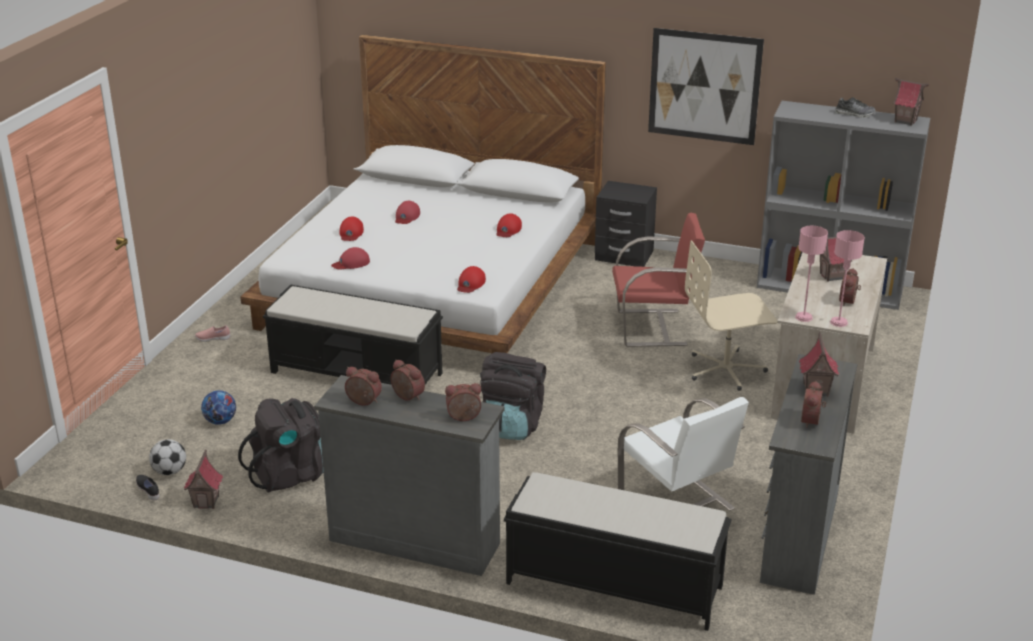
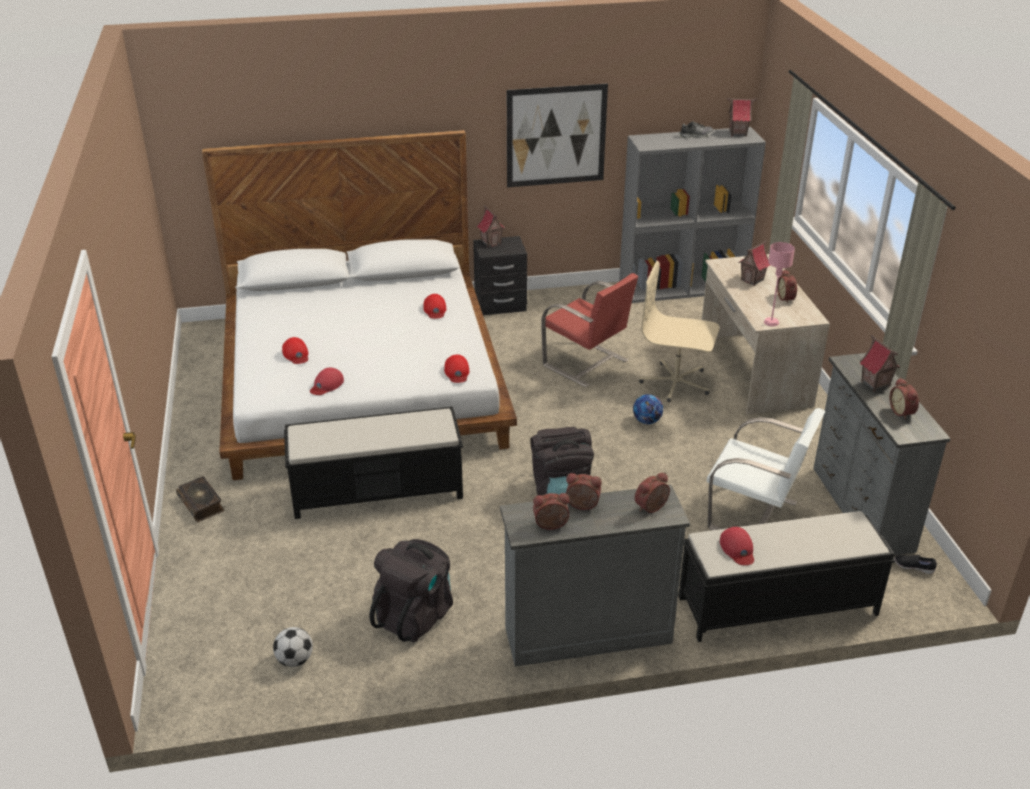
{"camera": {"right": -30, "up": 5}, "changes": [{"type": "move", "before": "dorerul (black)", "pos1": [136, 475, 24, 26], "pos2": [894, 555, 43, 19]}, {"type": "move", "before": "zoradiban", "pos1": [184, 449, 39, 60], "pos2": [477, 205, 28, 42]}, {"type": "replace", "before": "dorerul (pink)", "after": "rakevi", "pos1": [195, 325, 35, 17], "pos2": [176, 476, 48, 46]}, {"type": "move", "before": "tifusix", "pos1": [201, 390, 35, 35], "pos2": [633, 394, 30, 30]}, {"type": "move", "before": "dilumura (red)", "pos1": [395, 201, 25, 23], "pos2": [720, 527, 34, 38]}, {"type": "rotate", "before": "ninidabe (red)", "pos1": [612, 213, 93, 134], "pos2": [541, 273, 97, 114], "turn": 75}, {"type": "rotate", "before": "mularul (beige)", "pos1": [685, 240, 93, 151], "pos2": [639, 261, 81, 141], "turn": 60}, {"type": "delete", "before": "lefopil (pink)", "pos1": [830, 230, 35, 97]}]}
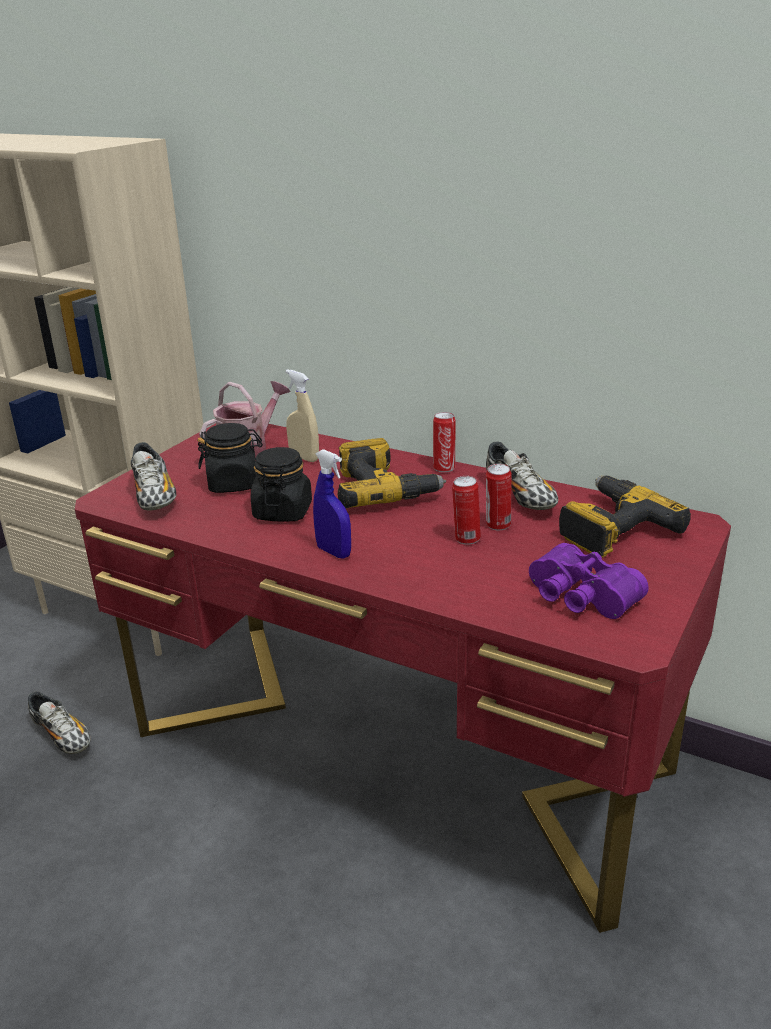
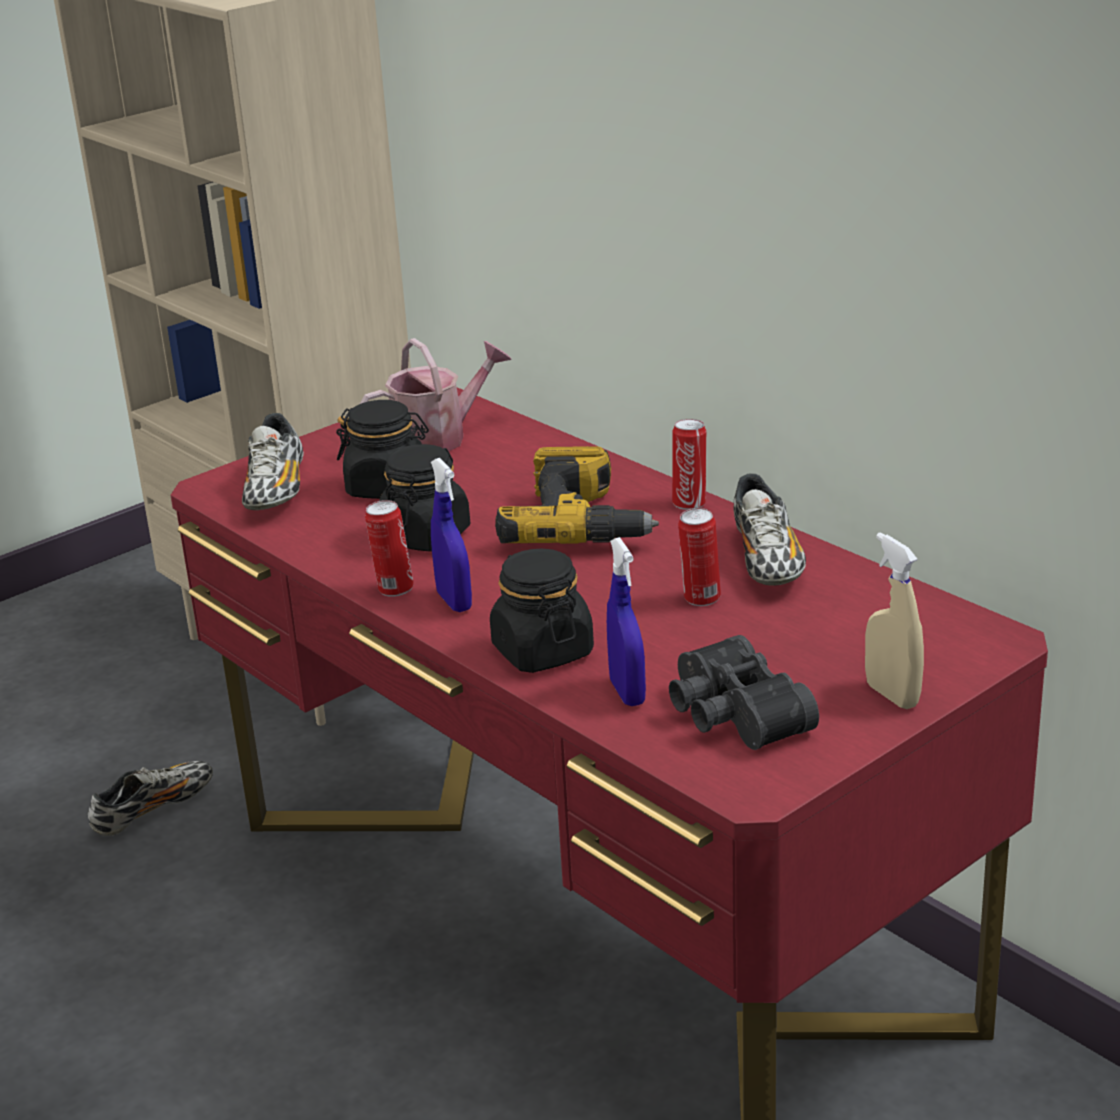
{"camera": {"right": 20, "up": 0}, "changes": [{"type": "rotate", "before": "dorerul", "pos1": [28, 691, 63, 63], "pos2": [88, 761, 125, 75], "turn": -105}, {"type": "move", "before": "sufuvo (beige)", "pos1": [286, 369, 33, 93], "pos2": [865, 532, 59, 177]}, {"type": "move", "before": "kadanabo", "pos1": [452, 476, 29, 69], "pos2": [365, 500, 49, 97]}, {"type": "recolor", "before": "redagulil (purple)", "after": "redagulil (black)", "pos1": [529, 543, 120, 76], "pos2": [669, 635, 150, 115]}, {"type": "delete", "before": "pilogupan", "pos1": [559, 476, 132, 82]}, {"type": "insert", "after": "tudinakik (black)", "pos2": [490, 549, 104, 124]}, {"type": "insert", "after": "sufuvo (blue)", "pos2": [607, 537, 39, 169]}]}
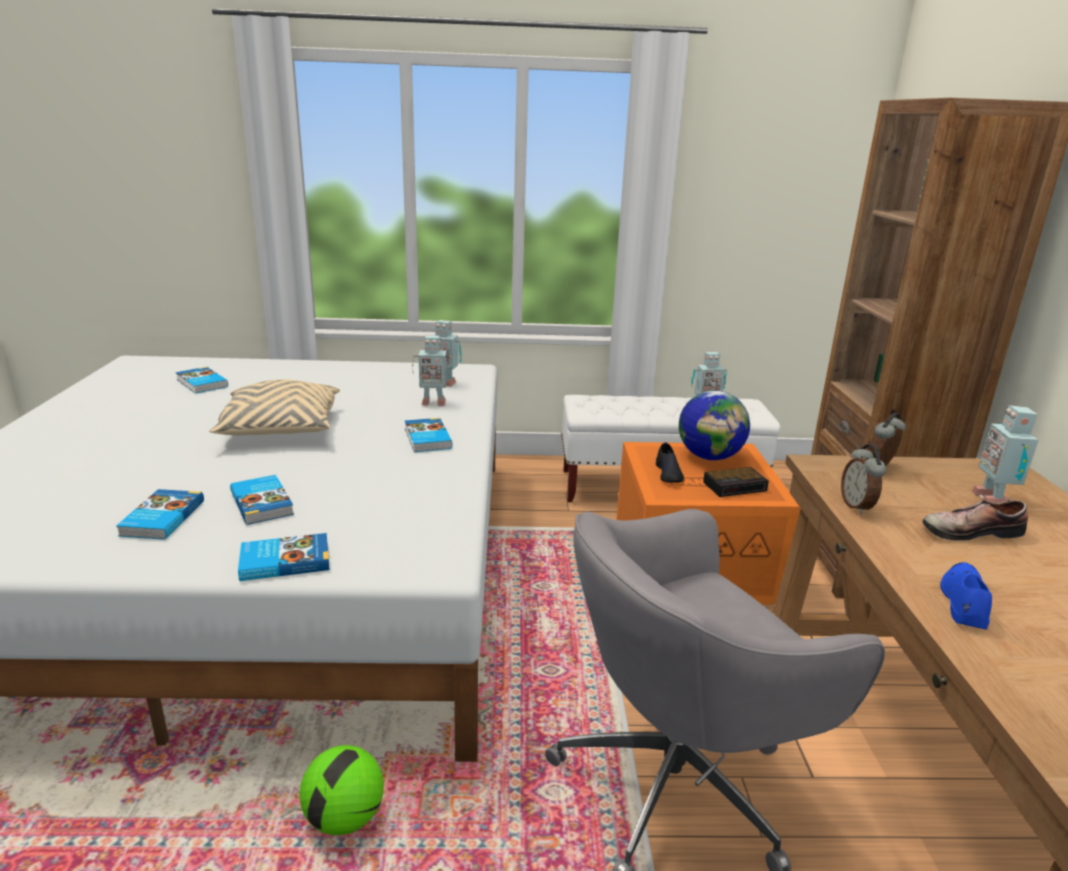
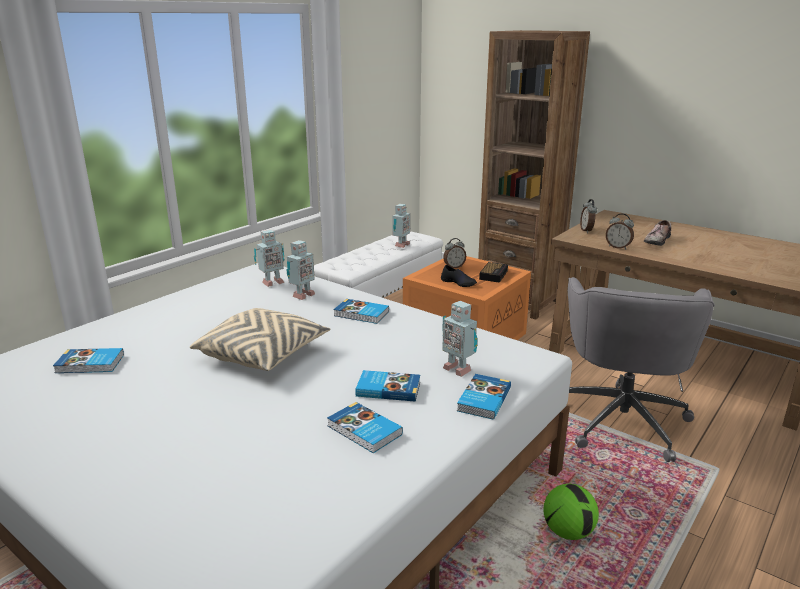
{"camera": {"right": -50, "up": 0}, "changes": [{"type": "replace", "before": "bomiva", "after": "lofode", "pos1": [679, 391, 71, 69], "pos2": [443, 238, 23, 30]}, {"type": "delete", "before": "dorerul (blue)", "pos1": [940, 562, 52, 68]}, {"type": "move", "before": "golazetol", "pos1": [972, 405, 66, 98], "pos2": [442, 301, 35, 76]}]}
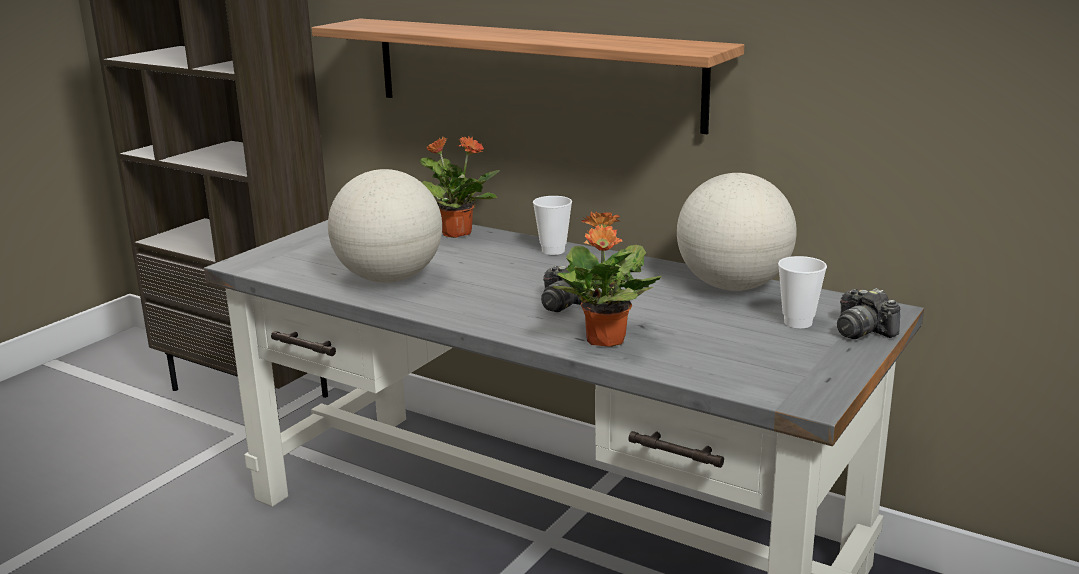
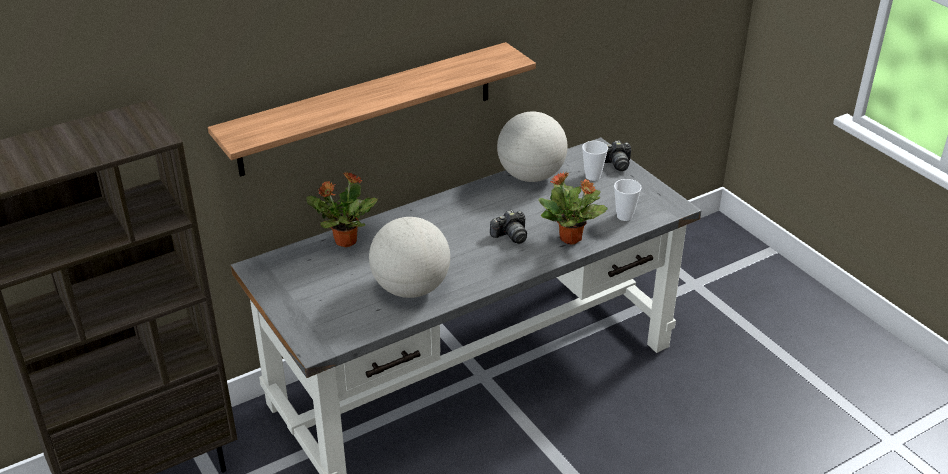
{"camera": {"right": -65, "up": 15}, "changes": [{"type": "move", "before": "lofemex", "pos1": [533, 196, 39, 59], "pos2": [614, 179, 28, 42]}]}
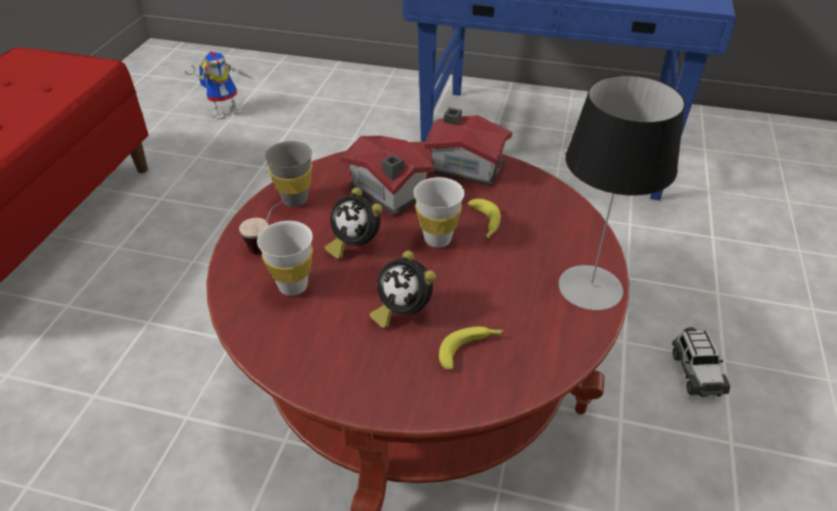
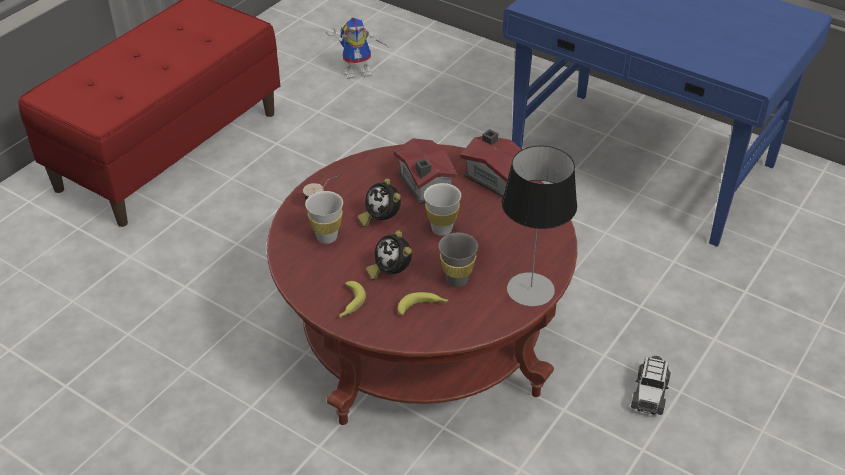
{"camera": {"right": 20, "up": 0}, "changes": [{"type": "move", "before": "lofemex (grey)", "pos1": [264, 141, 48, 66], "pos2": [439, 233, 39, 54]}, {"type": "move", "before": "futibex", "pos1": [468, 199, 33, 39], "pos2": [339, 281, 27, 37]}]}
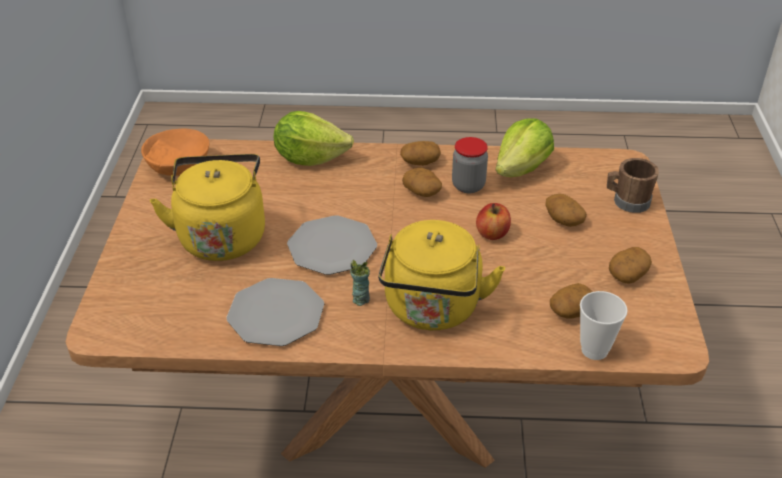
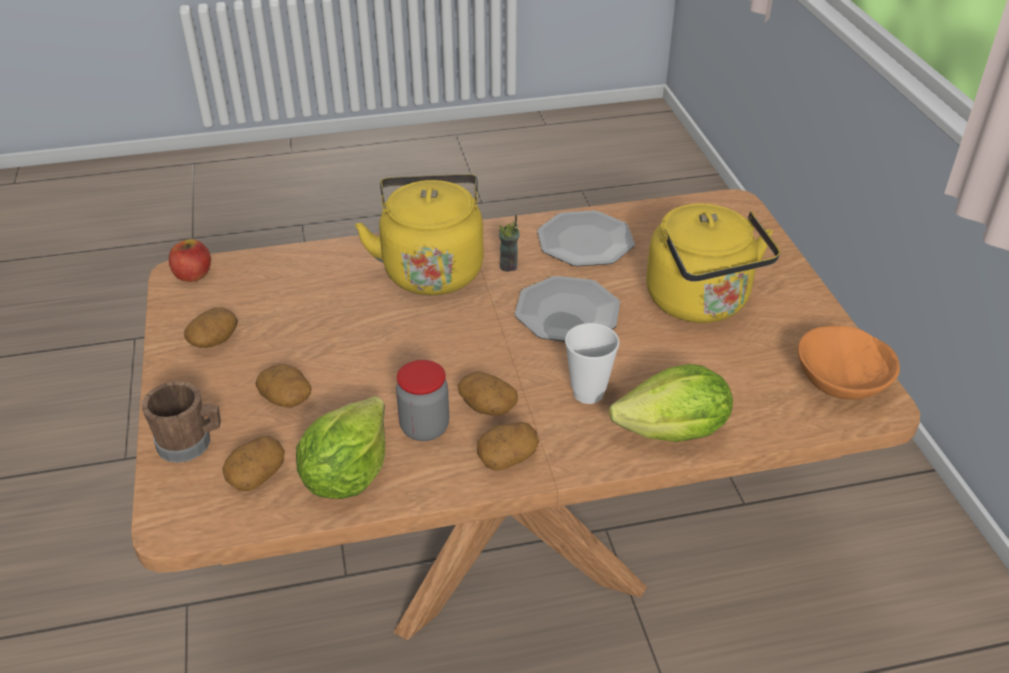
{"camera": {"right": 165, "up": 0}, "changes": [{"type": "move", "before": "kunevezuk", "pos1": [476, 203, 35, 37], "pos2": [169, 239, 42, 43]}, {"type": "move", "before": "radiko", "pos1": [550, 283, 42, 35], "pos2": [222, 436, 63, 55]}, {"type": "move", "before": "lofemex", "pos1": [580, 291, 48, 69], "pos2": [565, 323, 54, 81]}]}
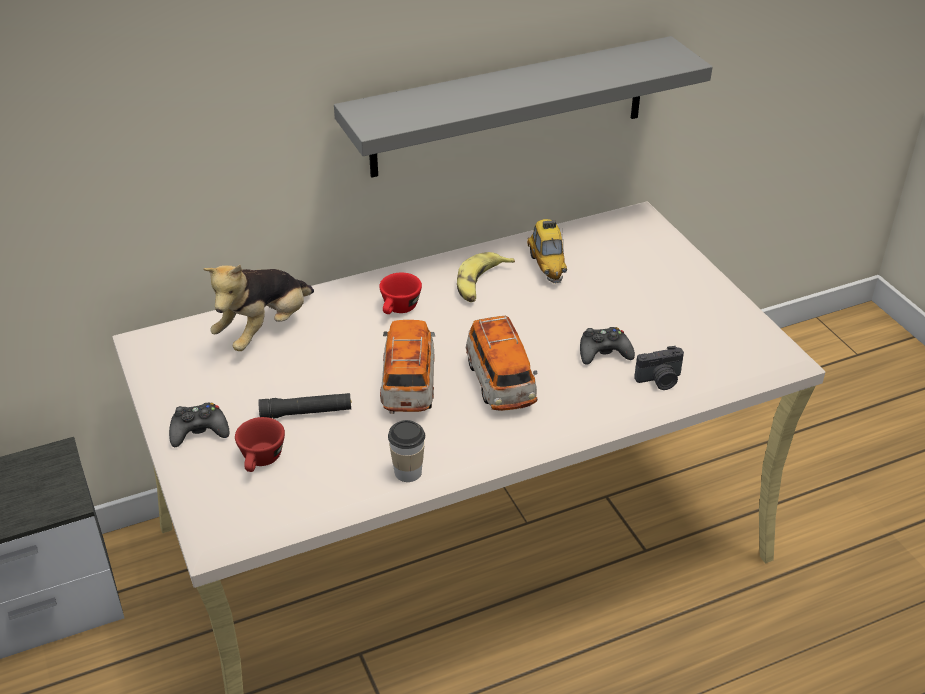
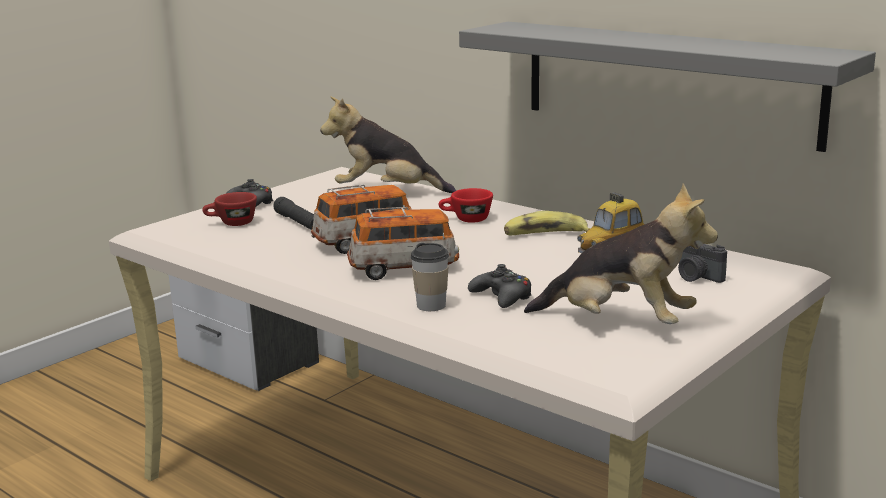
{"camera": {"right": 65, "up": -20}, "changes": [{"type": "move", "before": "lofemex", "pos1": [388, 420, 37, 62], "pos2": [410, 243, 39, 68]}, {"type": "rotate", "before": "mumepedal", "pos1": [466, 315, 72, 96], "pos2": [347, 207, 112, 73], "turn": -150}, {"type": "move", "before": "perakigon", "pos1": [634, 346, 50, 44], "pos2": [678, 244, 49, 39]}, {"type": "insert", "after": "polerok", "pos2": [524, 184, 194, 140]}]}
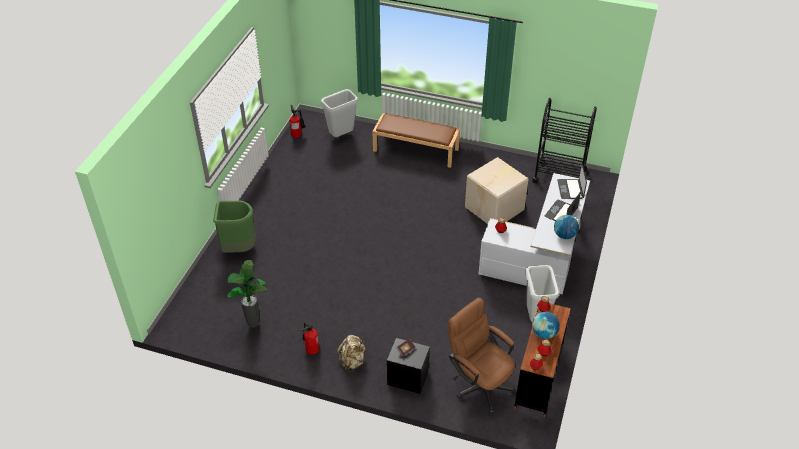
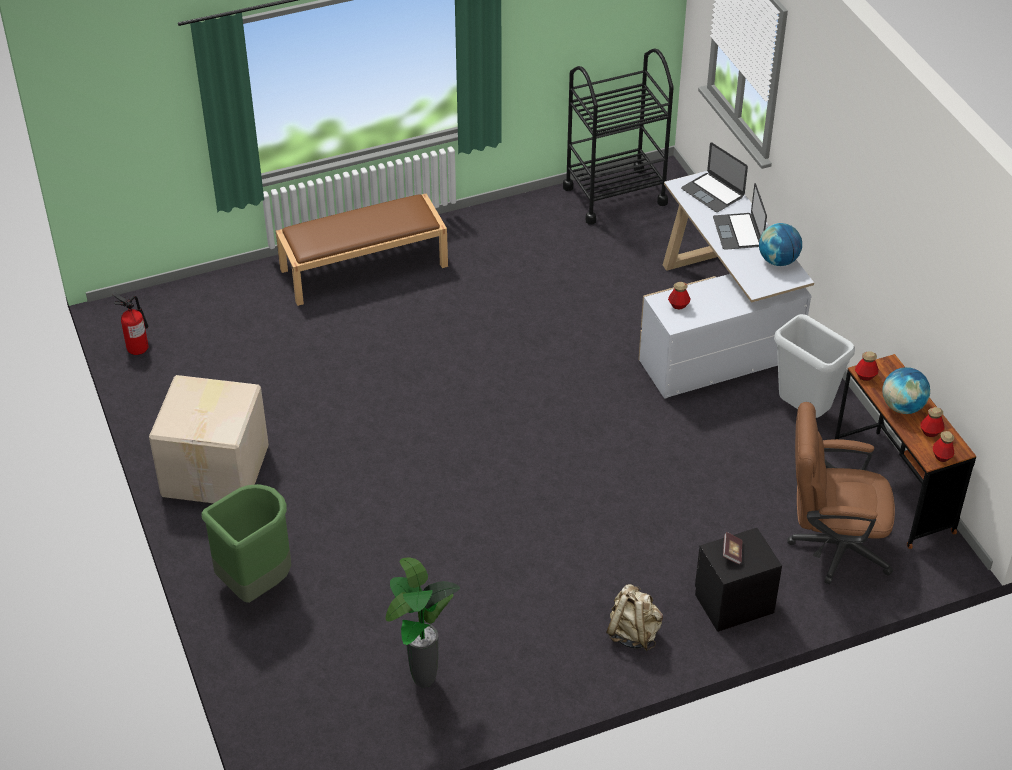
{"camera": {"right": -40, "up": 0}, "changes": [{"type": "delete", "before": "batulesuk", "pos1": [300, 323, 19, 32]}, {"type": "delete", "before": "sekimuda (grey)", "pos1": [321, 89, 37, 48]}, {"type": "move", "before": "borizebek", "pos1": [465, 157, 64, 67], "pos2": [149, 375, 120, 128]}]}
